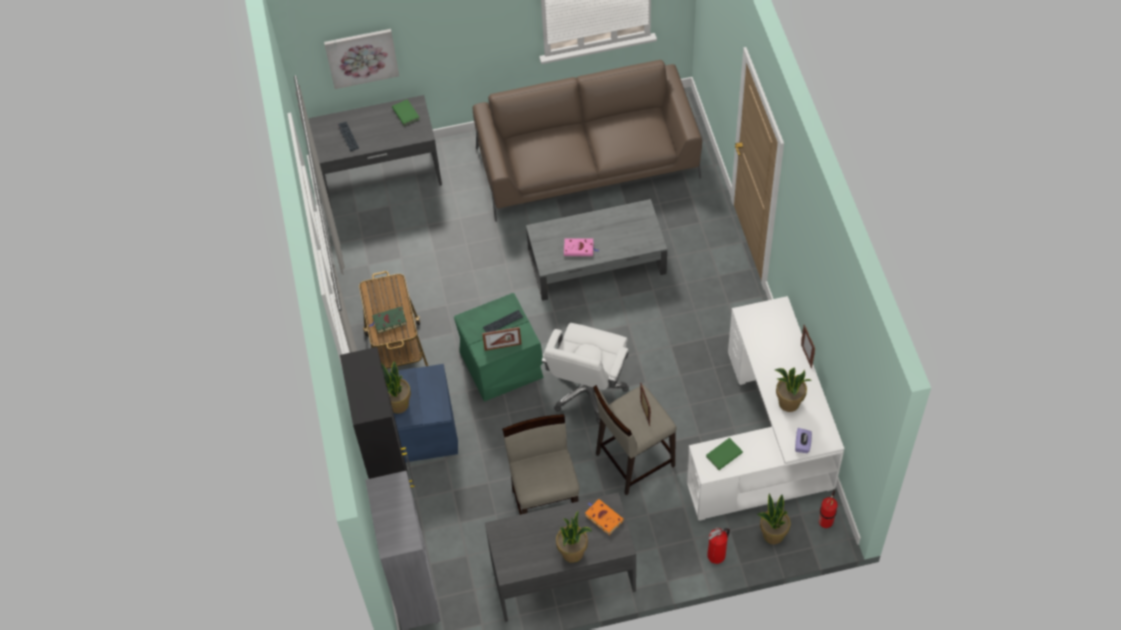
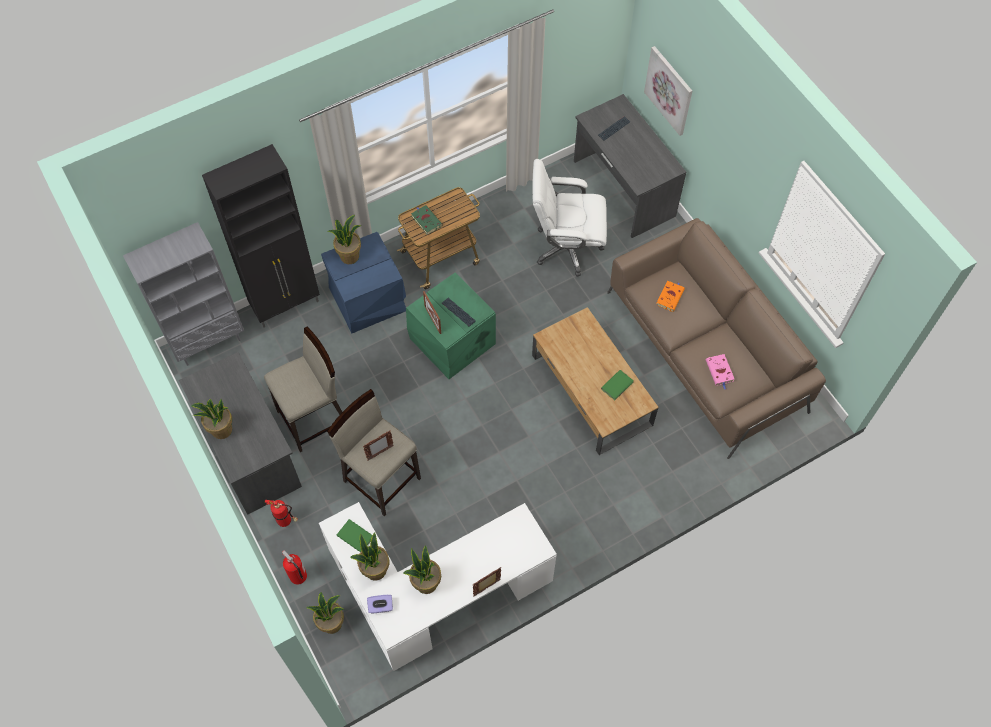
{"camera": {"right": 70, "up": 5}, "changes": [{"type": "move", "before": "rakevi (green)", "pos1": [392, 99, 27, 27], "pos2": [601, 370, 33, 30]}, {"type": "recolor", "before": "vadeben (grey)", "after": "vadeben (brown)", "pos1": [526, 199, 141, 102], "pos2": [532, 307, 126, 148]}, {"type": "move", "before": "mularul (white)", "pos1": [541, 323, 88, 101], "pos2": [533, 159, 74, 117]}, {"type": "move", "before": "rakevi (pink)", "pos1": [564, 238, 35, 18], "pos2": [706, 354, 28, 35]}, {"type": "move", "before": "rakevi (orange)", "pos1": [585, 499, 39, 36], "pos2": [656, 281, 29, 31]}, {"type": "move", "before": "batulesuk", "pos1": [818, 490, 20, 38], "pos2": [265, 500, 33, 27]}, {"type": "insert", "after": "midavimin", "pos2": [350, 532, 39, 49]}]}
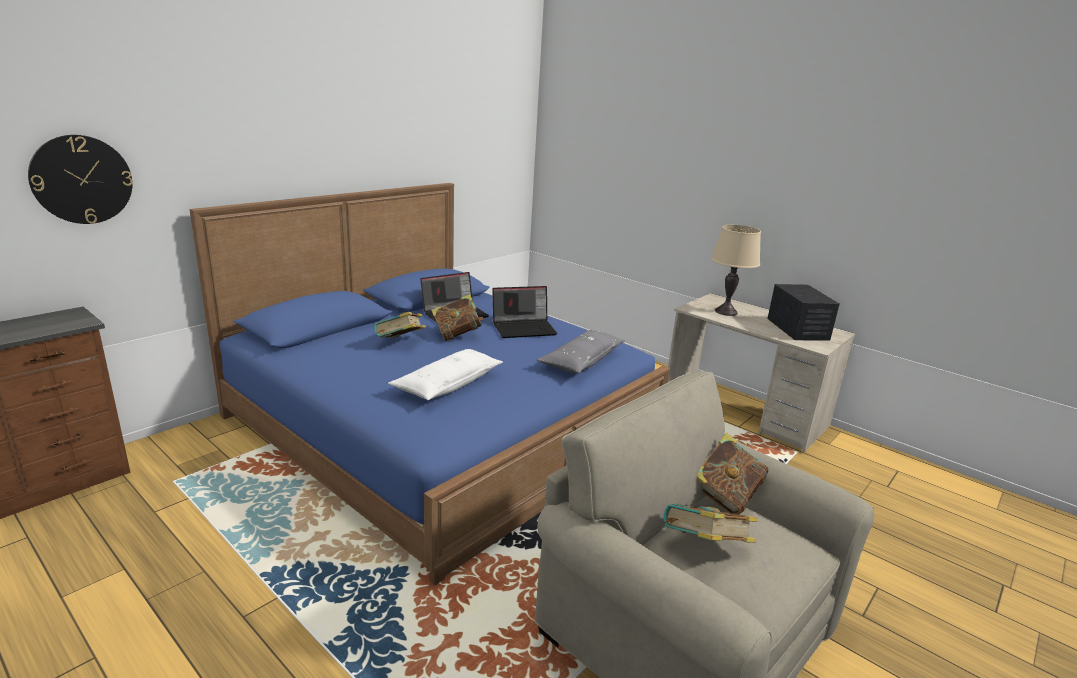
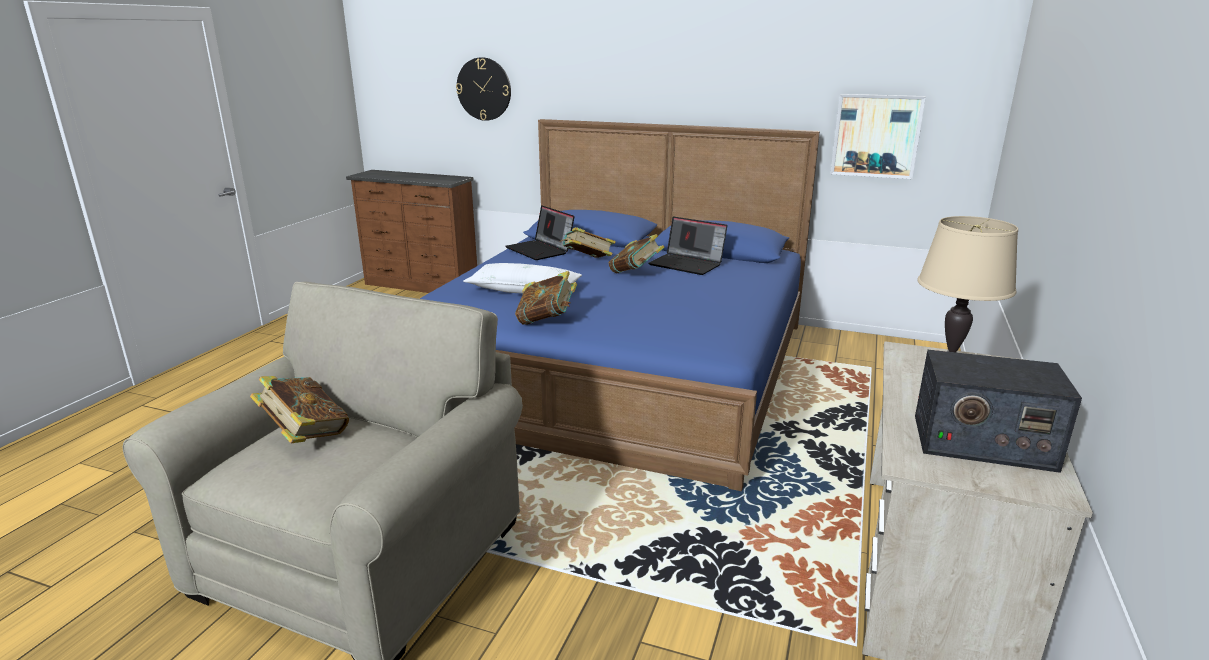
{"camera": {"right": 70, "up": 0}, "changes": [{"type": "move", "before": "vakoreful", "pos1": [492, 286, 65, 52], "pos2": [505, 205, 70, 55]}, {"type": "delete", "before": "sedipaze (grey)", "pos1": [537, 330, 88, 43]}, {"type": "move", "before": "rakevi", "pos1": [697, 433, 72, 82], "pos2": [515, 271, 62, 54]}, {"type": "rotate", "before": "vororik", "pos1": [767, 284, 73, 57], "pos2": [915, 350, 167, 123], "turn": 45}, {"type": "insert", "after": "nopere", "pos2": [830, 94, 96, 85]}]}
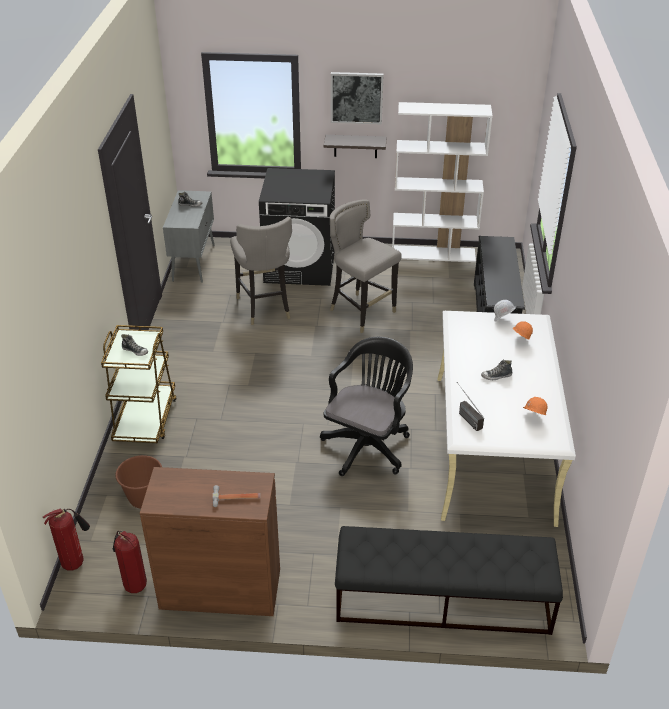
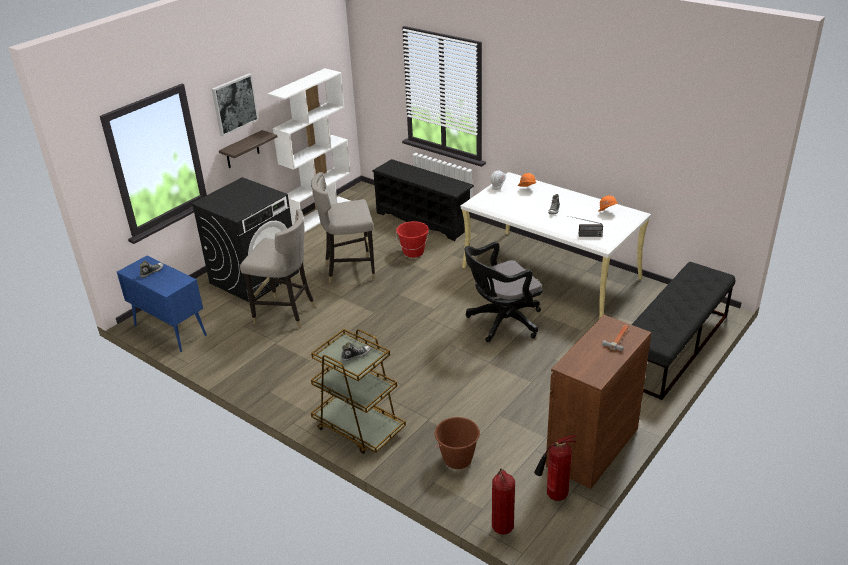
{"camera": {"right": -55, "up": -5}, "changes": [{"type": "recolor", "before": "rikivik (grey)", "after": "rikivik (blue)", "pos1": [163, 190, 52, 93], "pos2": [117, 256, 90, 96]}, {"type": "rotate", "before": "mularul (black)", "pos1": [320, 337, 93, 139], "pos2": [464, 241, 78, 101], "turn": -90}, {"type": "insert", "after": "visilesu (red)", "pos2": [396, 221, 33, 37]}]}
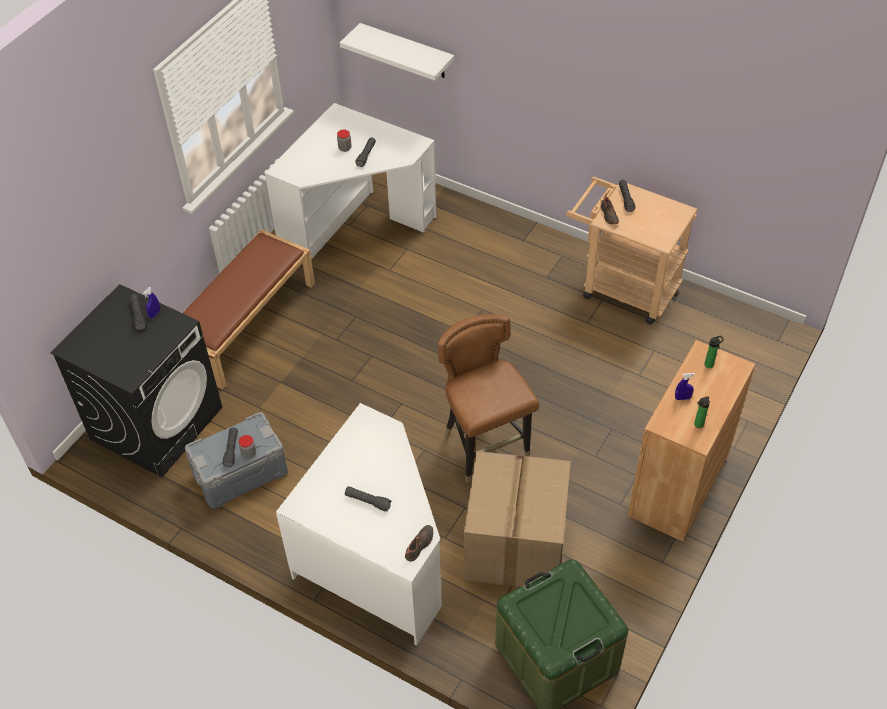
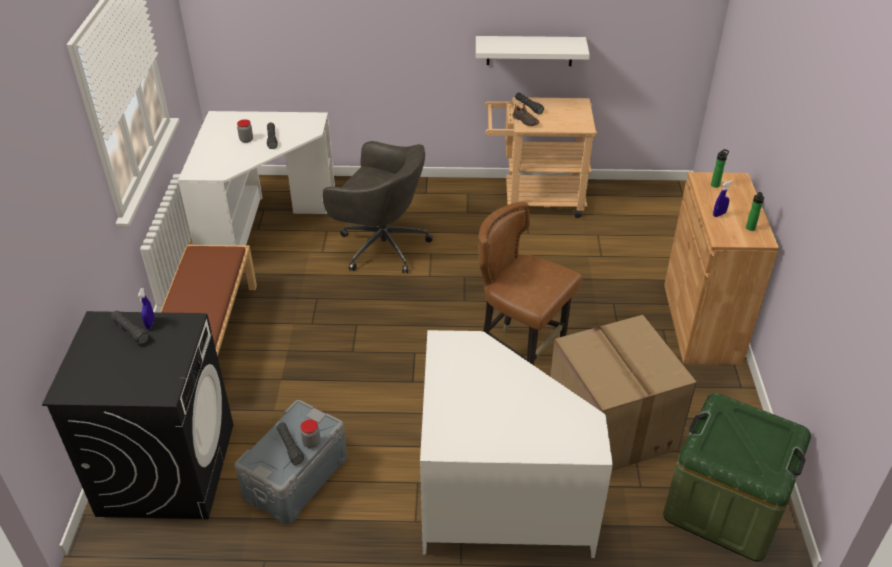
{"camera": {"right": -30, "up": -10}, "changes": [{"type": "move", "before": "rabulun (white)", "pos1": [340, 23, 114, 58], "pos2": [476, 36, 114, 30]}, {"type": "delete", "before": "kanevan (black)", "pos1": [345, 486, 47, 25]}, {"type": "delete", "before": "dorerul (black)", "pos1": [405, 525, 28, 37]}, {"type": "insert", "after": "mularul (grey)", "pos2": [322, 141, 111, 132]}]}
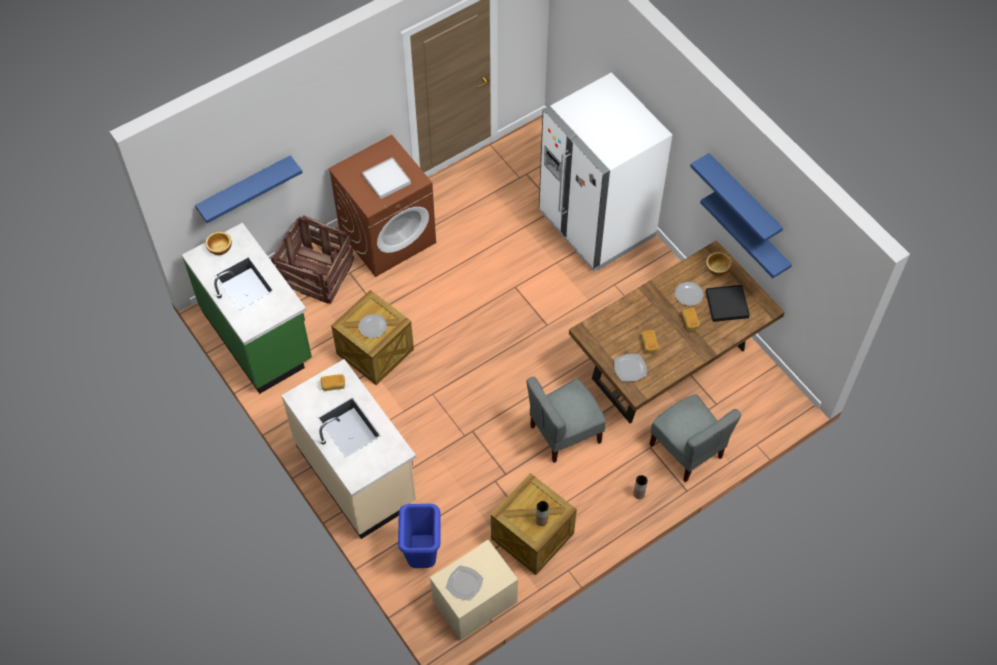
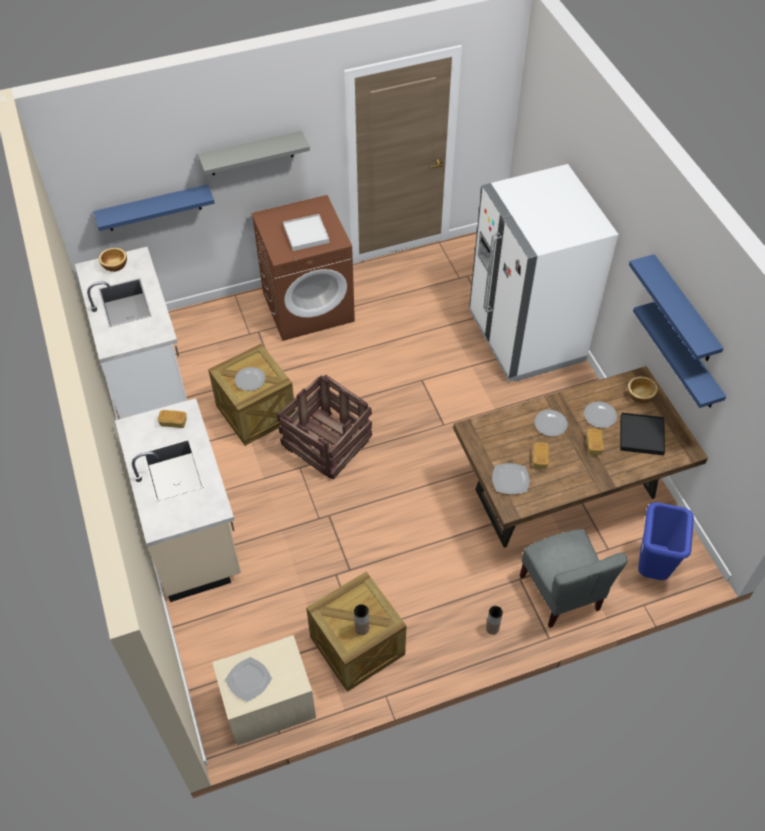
{"camera": {"right": 15, "up": -5}, "changes": [{"type": "recolor", "before": "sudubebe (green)", "after": "sudubebe (white)", "pos1": [182, 222, 130, 172], "pos2": [75, 247, 112, 172]}, {"type": "move", "before": "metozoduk", "pos1": [271, 215, 83, 89], "pos2": [277, 374, 95, 106]}, {"type": "move", "before": "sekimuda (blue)", "pos1": [398, 504, 43, 64], "pos2": [638, 502, 56, 78]}, {"type": "delete", "before": "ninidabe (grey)", "pos1": [526, 377, 80, 86]}, {"type": "insert", "after": "rabulun (grey)", "pos2": [198, 131, 112, 44]}, {"type": "insert", "after": "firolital", "pos2": [534, 410, 34, 26]}]}
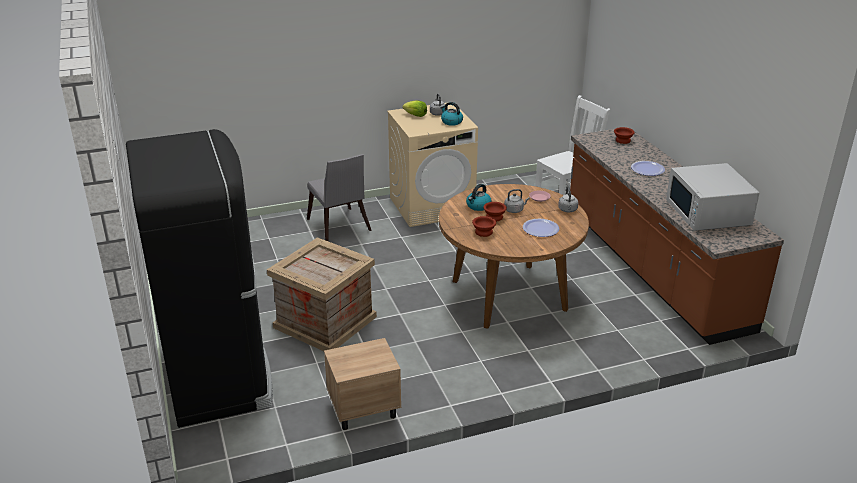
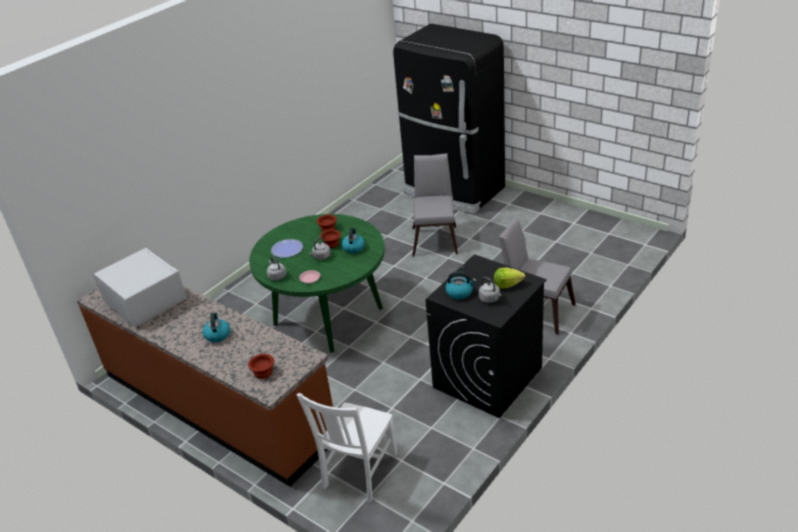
{"camera": {"right": 150, "up": 5}, "changes": [{"type": "replace", "before": "metozoduk", "after": "ninidabe (grey)", "pos1": [267, 237, 110, 114], "pos2": [412, 153, 46, 104]}, {"type": "delete", "before": "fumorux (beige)", "pos1": [324, 338, 77, 92]}, {"type": "recolor", "before": "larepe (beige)", "after": "larepe (black)", "pos1": [387, 103, 91, 124], "pos2": [426, 255, 121, 163]}, {"type": "recolor", "before": "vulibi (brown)", "after": "vulibi (green)", "pos1": [439, 184, 150, 145], "pos2": [249, 214, 136, 139]}, {"type": "replace", "before": "firolital", "after": "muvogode", "pos1": [631, 161, 34, 15], "pos2": [203, 313, 27, 30]}]}
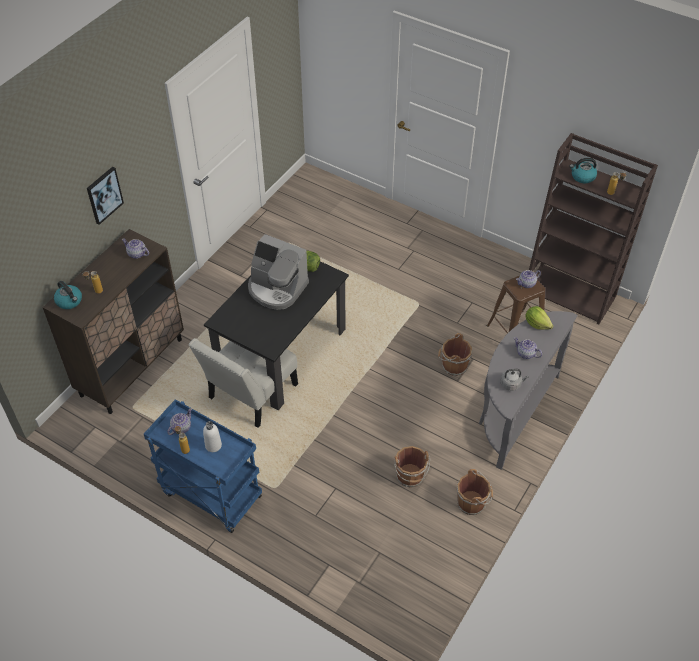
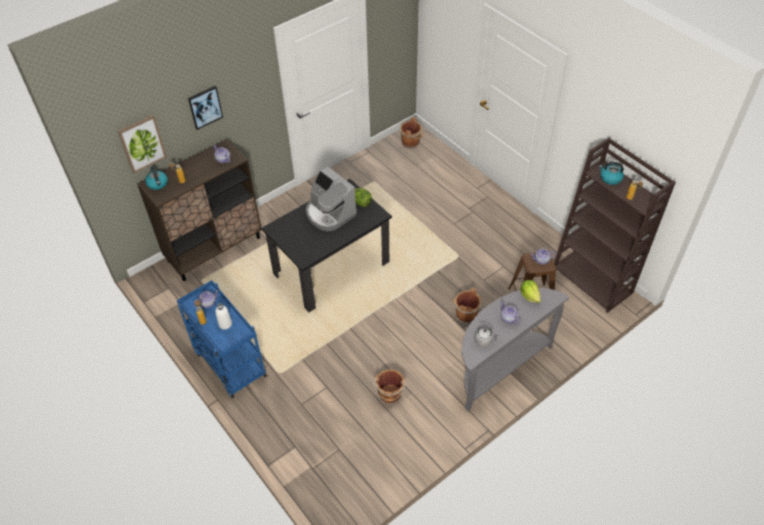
{"camera": {"right": 20, "up": 0}, "changes": [{"type": "delete", "before": "ninidabe (white)", "pos1": [189, 338, 109, 90]}, {"type": "move", "before": "visilesu (brown)", "pos1": [457, 469, 36, 46], "pos2": [400, 117, 24, 32]}, {"type": "insert", "after": "nopere", "pos2": [118, 115, 49, 58]}]}
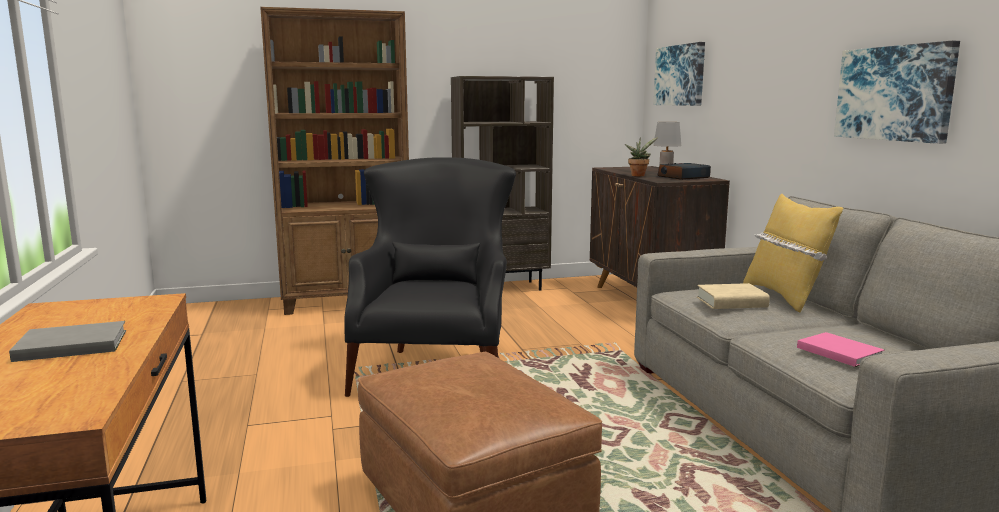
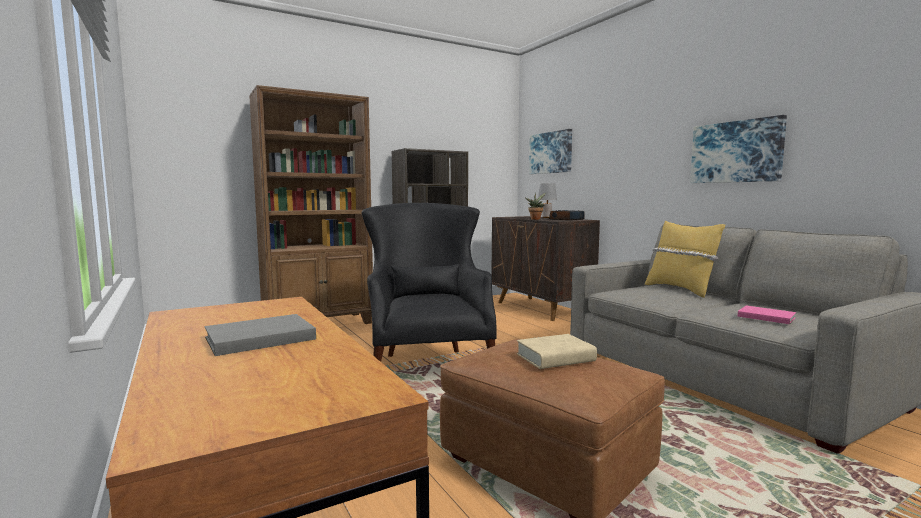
{"camera": {"right": -15, "up": -5}, "changes": [{"type": "move", "before": "rakevi (beige)", "pos1": [697, 283, 73, 26], "pos2": [517, 334, 80, 35]}]}
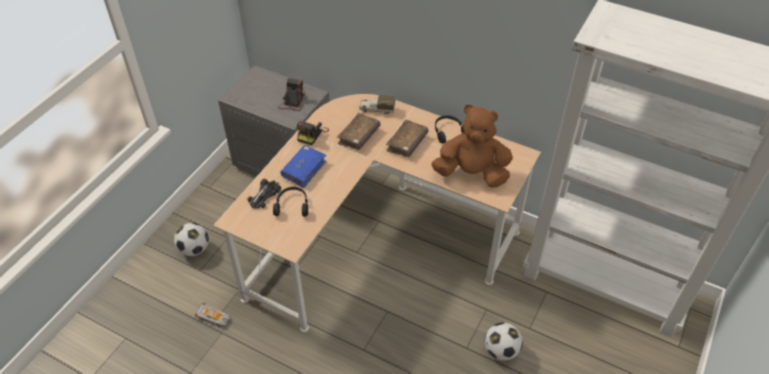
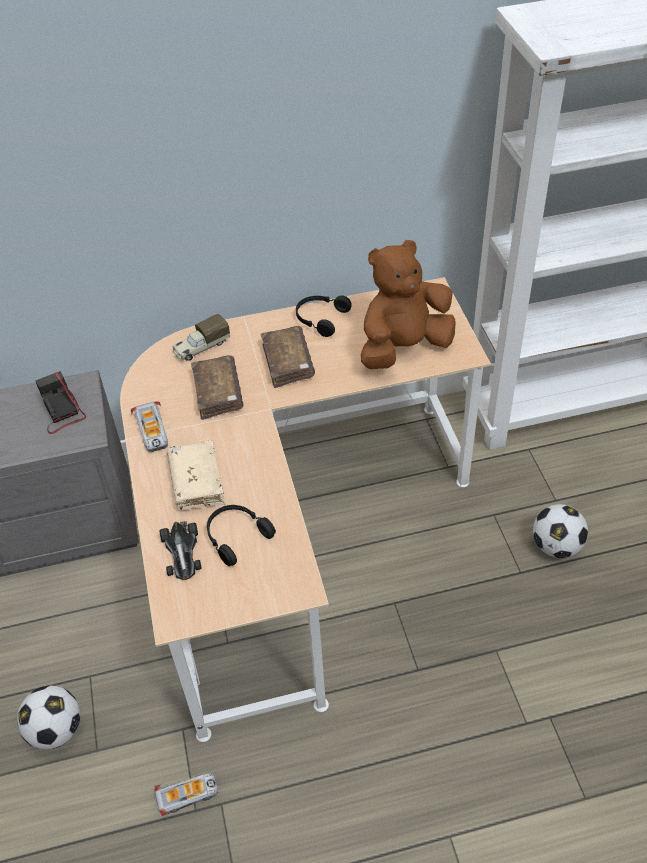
{"camera": {"right": -40, "up": 0}, "changes": [{"type": "recolor", "before": "rakevi (blue)", "after": "rakevi (beige)", "pos1": [280, 145, 46, 43], "pos2": [167, 441, 58, 69]}, {"type": "replace", "before": "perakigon", "after": "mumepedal", "pos1": [297, 121, 32, 25], "pos2": [131, 401, 37, 51]}]}
